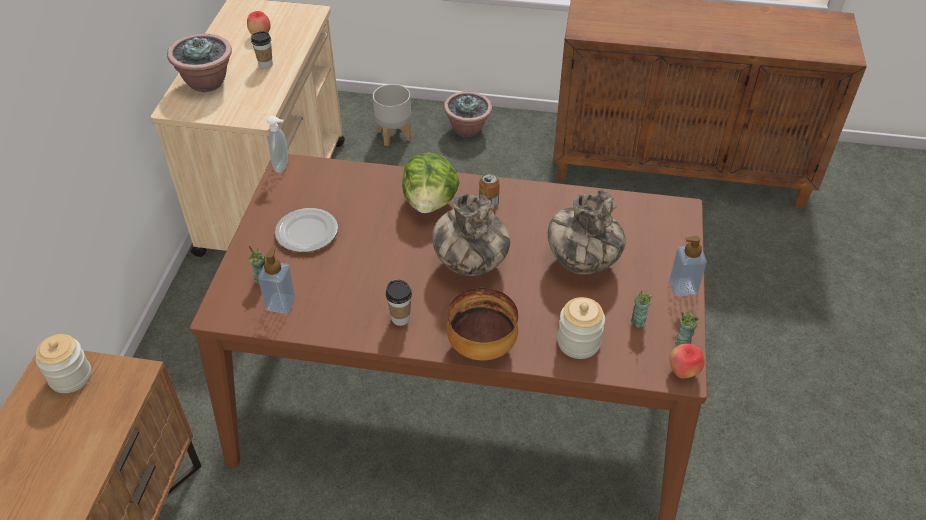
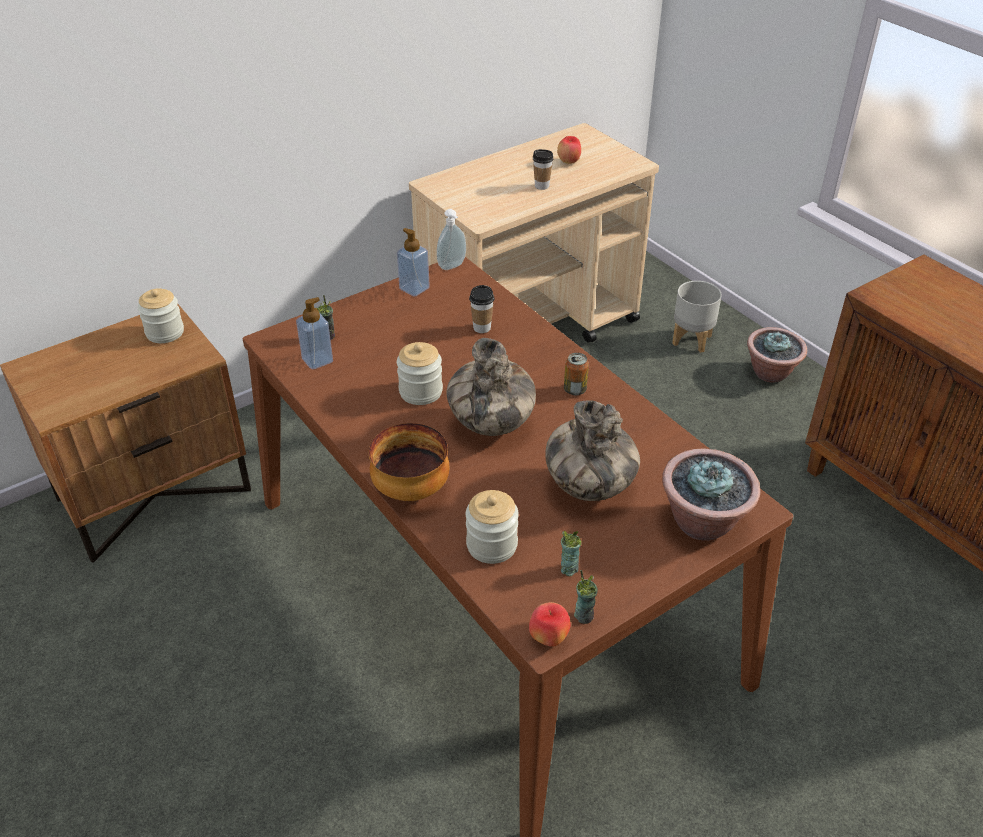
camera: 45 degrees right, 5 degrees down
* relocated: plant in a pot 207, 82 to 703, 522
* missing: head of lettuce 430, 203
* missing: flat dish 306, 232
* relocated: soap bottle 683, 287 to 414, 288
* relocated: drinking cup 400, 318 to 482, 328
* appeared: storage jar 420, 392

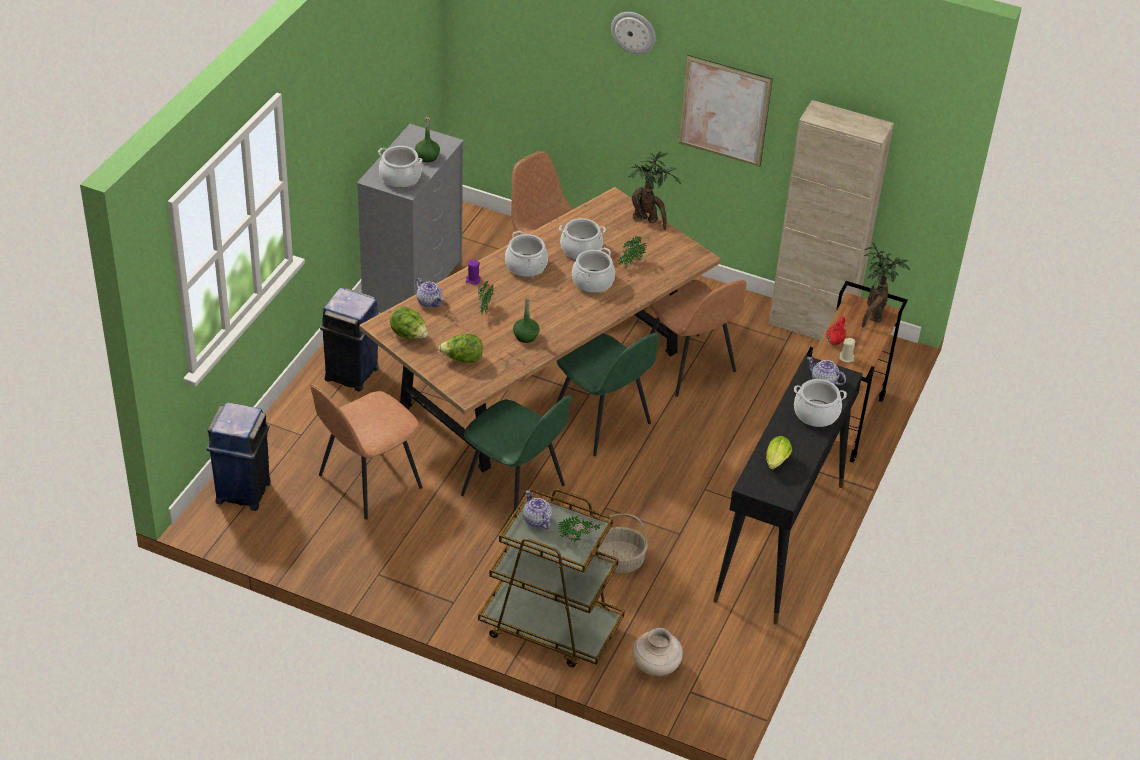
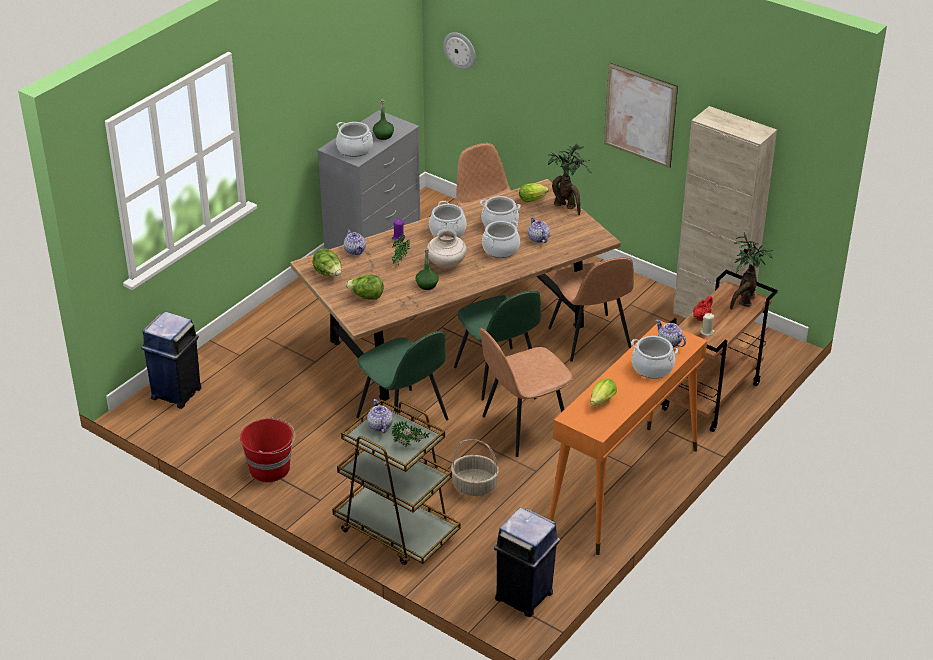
camera: 15 degrees right, 5 degrees down
* relocated: wall clock 634, 32 to 460, 50
* exchanged: plant in a pot 629, 264 to tea pot 538, 238
* relocated: waste bin in bluish 352, 374 to 525, 596
* colour: narrow table in black-coloured 779, 543 to narrow table in orangey 623, 489
* relocated: upright chair in brownish 367, 482 to 523, 427
* relocated: flower vase in sand-coloured 656, 666 to 446, 264
* appeared: head of lettuce 533, 199
* appeared: water bucket in red 270, 468

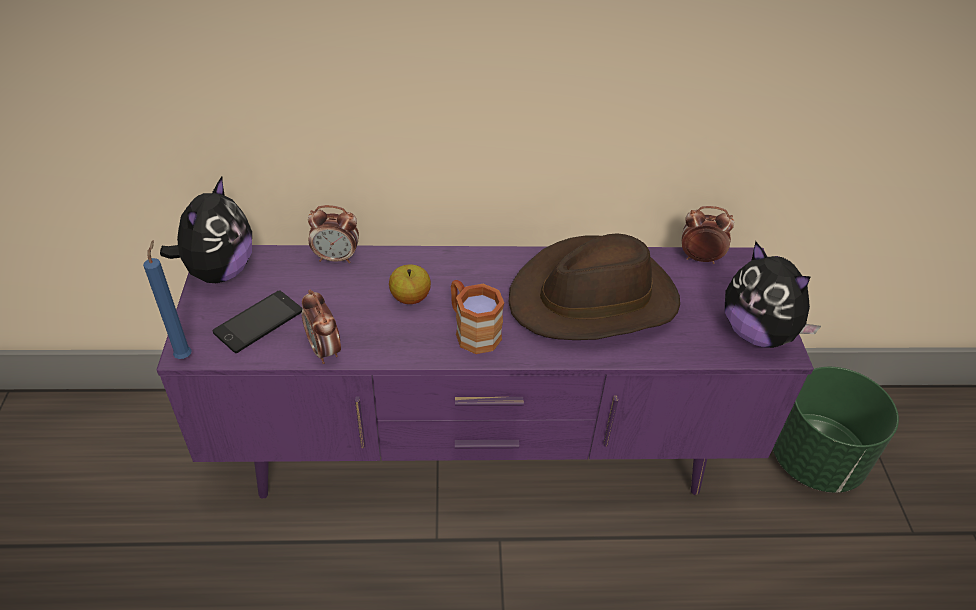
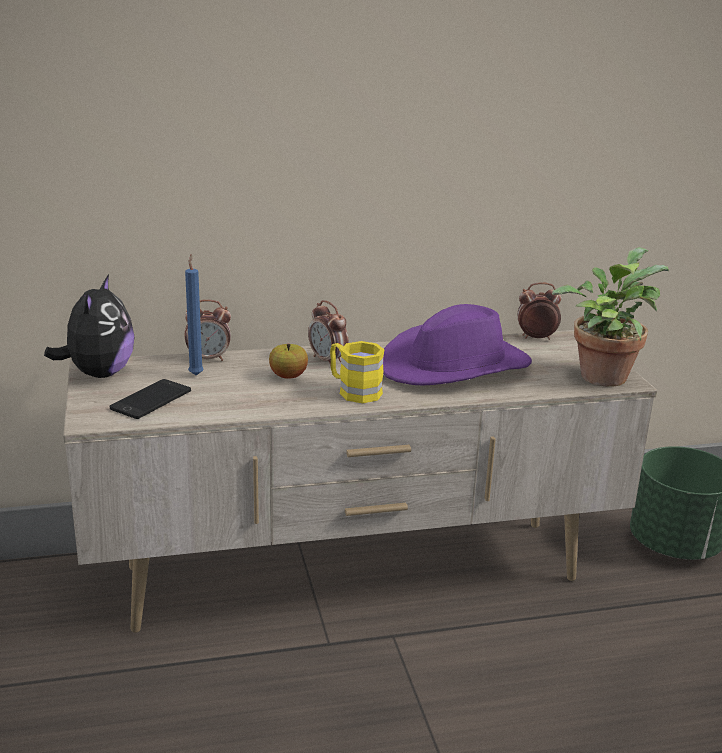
camera: 10 degrees left, 20 degrees down
* colour: wearable hat in brownish 594, 299 to wearable hat in purplish 454, 366
* relocated: wax light in bluish 185, 355 to 196, 374
* exchanged: soft toy 757, 333 to plant in a pot 603, 374
* colour: media console in purplish 480, 456 to media console in sand-coloured 353, 576
* colour: tea mug in brownish 472, 330 to tea mug in yellow 353, 390
* relocated: table clock 324, 350 to 328, 360

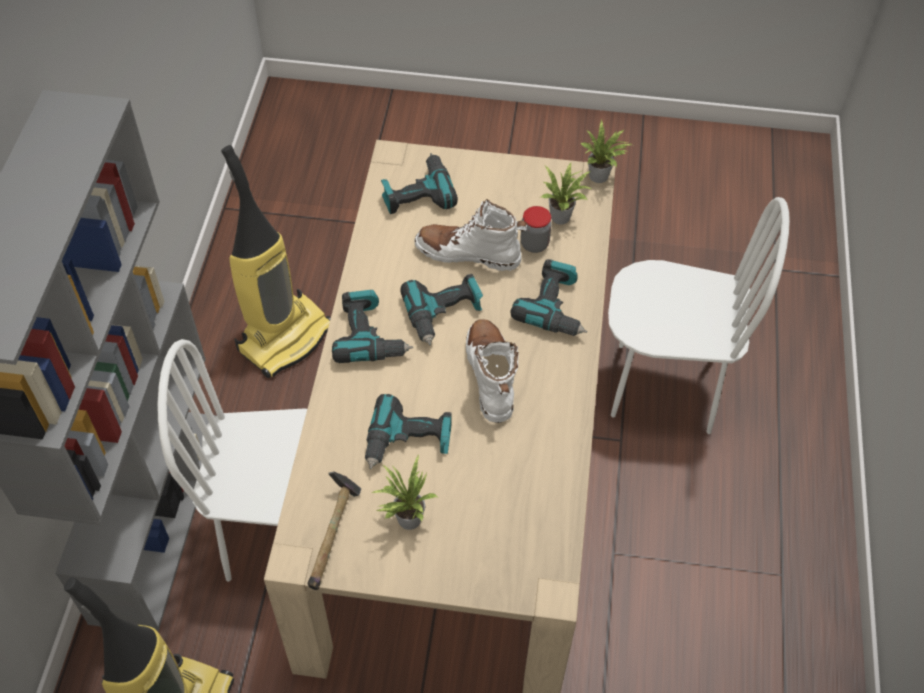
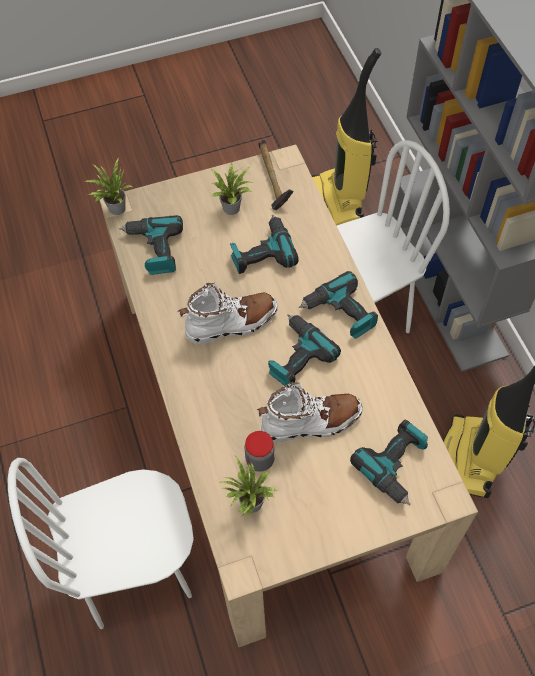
camera: 155 degrees right, 5 degrees up
* relocated: plant in a pot 601, 177 to 115, 208
* relocated: power drill 555, 307 to 154, 249
* spun: boot in whitish 491, 376 = 232, 323 75 degrees counterclockwise

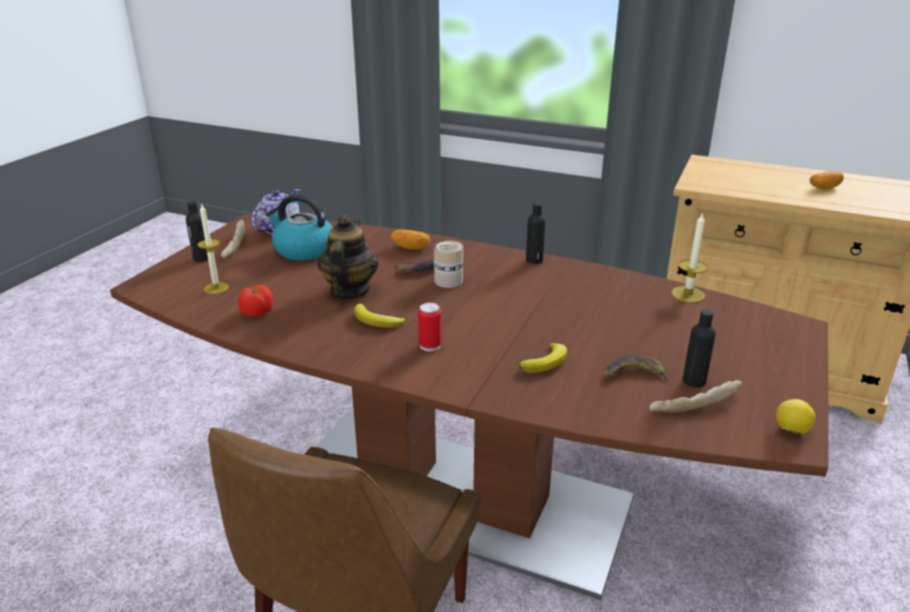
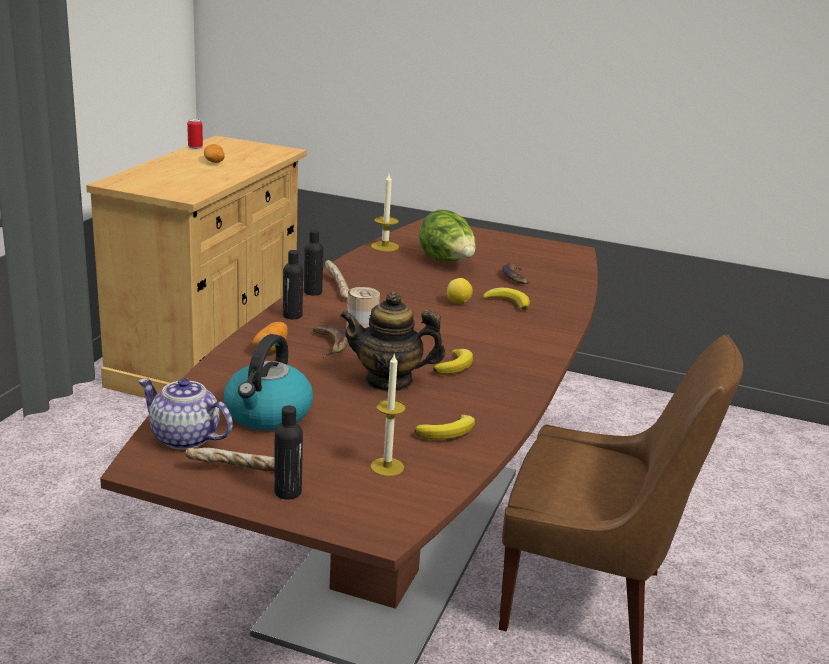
camera: 95 degrees left, 5 degrees down
* exchanged: whole tomato 256, 312 to banana fruit 448, 432
* relocated: metal can 430, 345 to 195, 148
* relocated: drink bottle in black-coloured 694, 381 to 292, 315
* relocated: baked bread 693, 404 to 336, 287
* relocated: lemon 791, 430 to 458, 303
* appeared: head of lettuce 447, 262

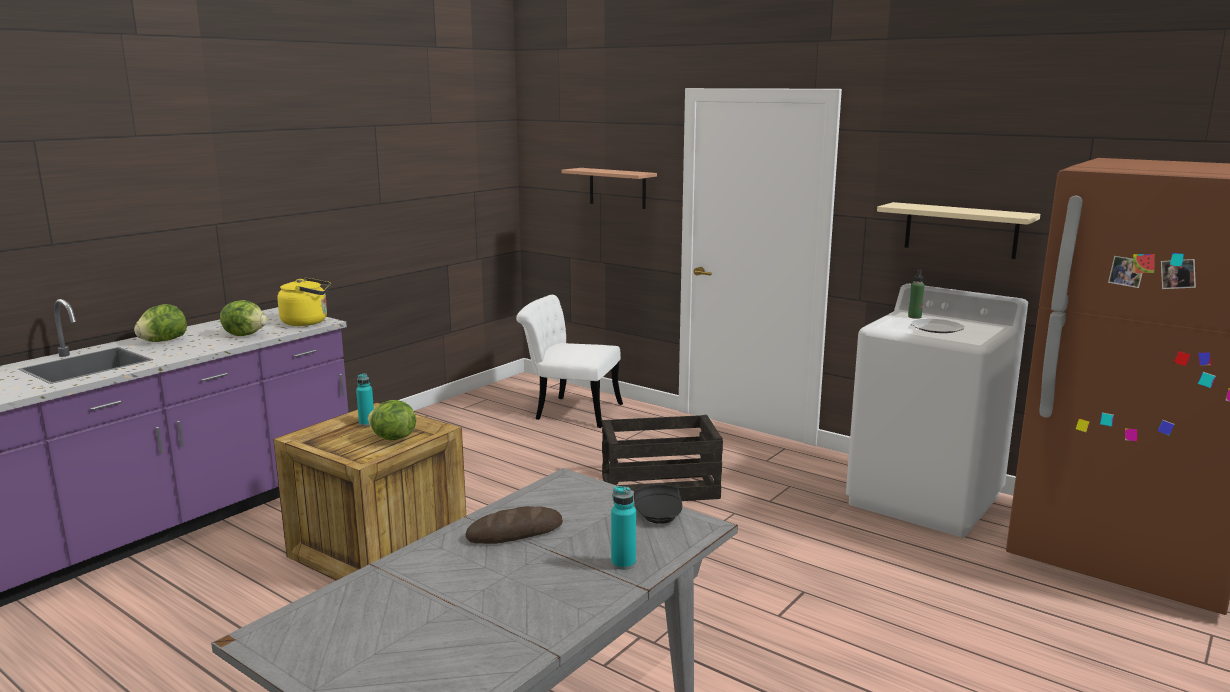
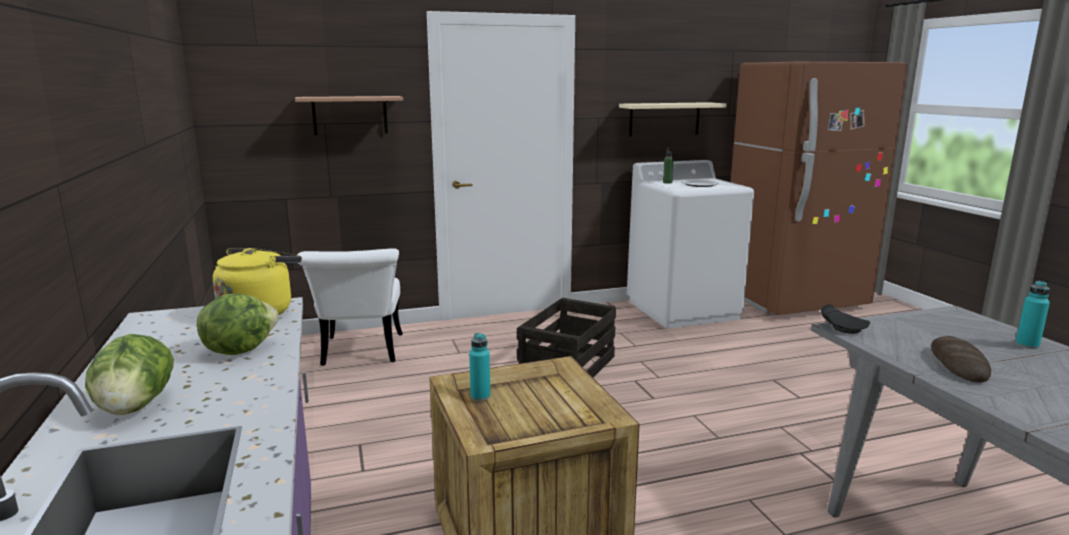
camera: 55 degrees left, 0 degrees up
* spun: upright chair in whitish 569, 411 = 361, 354 60 degrees counterclockwise
* missing: head of lettuce 392, 438
* relocated: flat dish in black-coloured 659, 514 to 842, 328

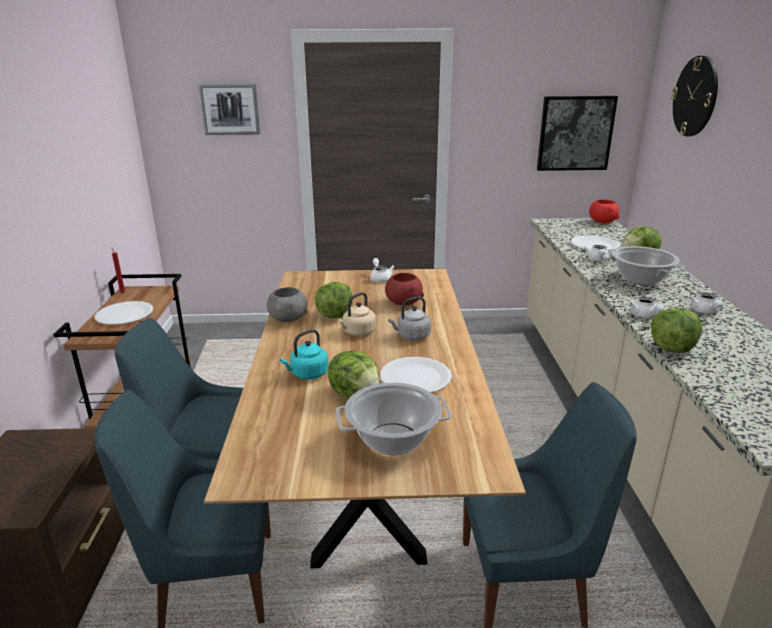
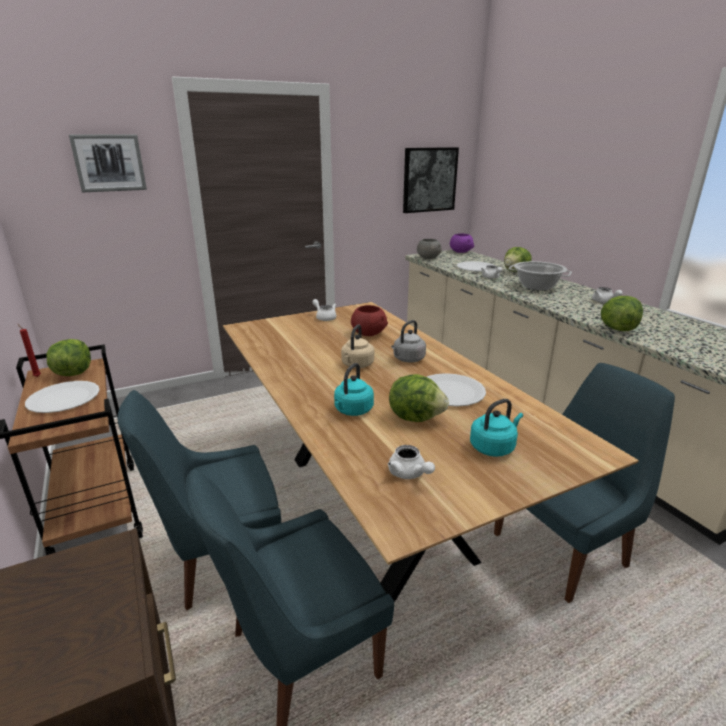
camera: 25 degrees left, 0 degrees up
* missing: wall clock 695, 96
* colour: deep dish in red 602, 222 to deep dish in purplish 460, 252
* relocated: head of lettuce 334, 315 to 73, 373
* relocated: deep dish in gray 288, 319 to 428, 258
* relocated: tea pot in whitish 644, 316 to 409, 474
* exchanged: saucepot 393, 439 to water kettle in turquoise-coloured 493, 447

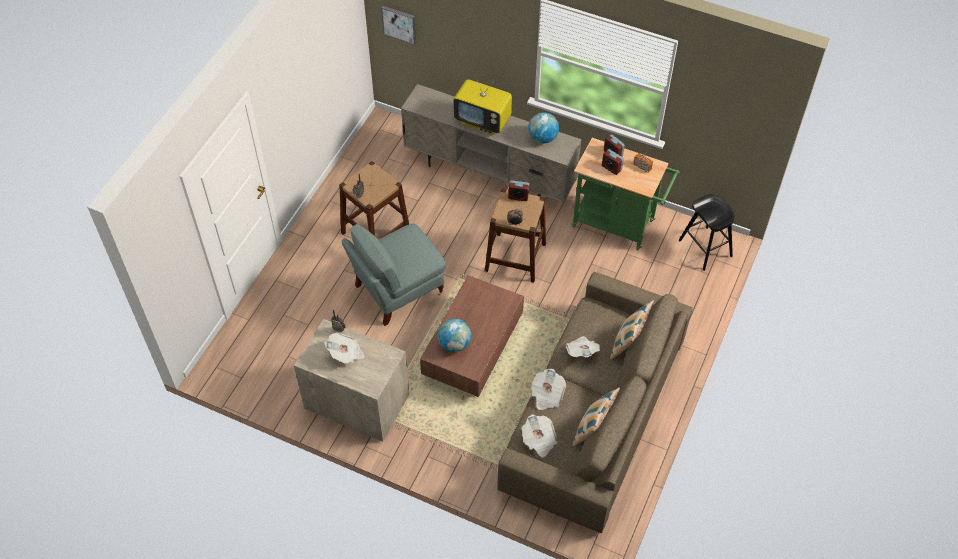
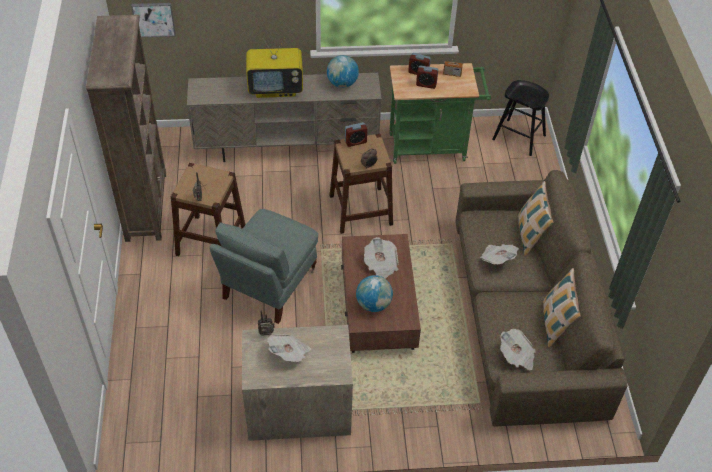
camera: 30 degrees left, 5 degrees down
* relocated: printed paper 547, 395 to 381, 265
* appeared: shelving unit in brownish 146, 206

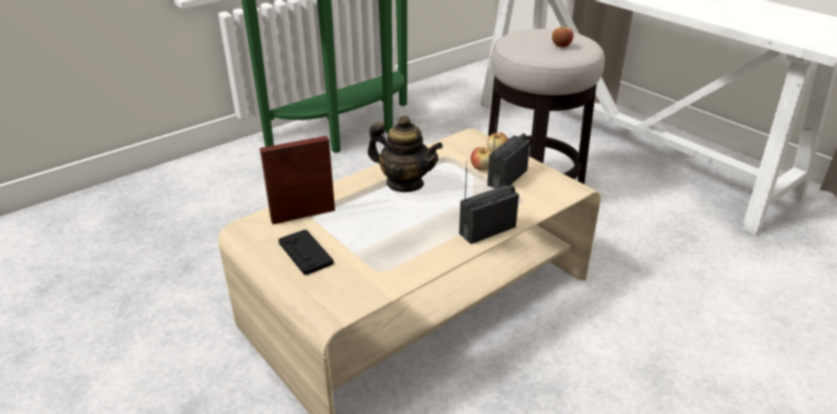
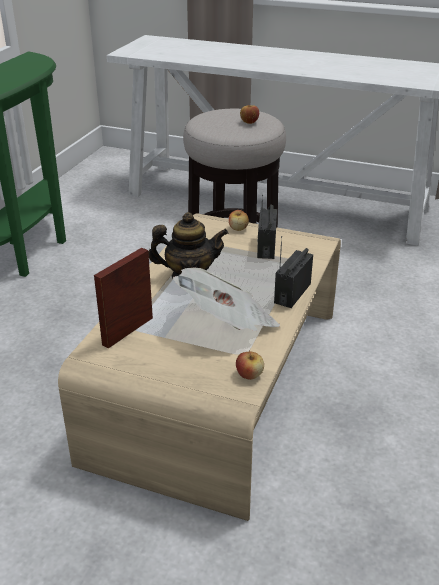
camera: 30 degrees left, 0 degrees up
* relocated: apple 481, 168 to 249, 375
* missing: game controller in black-coloured 305, 253
* appeared: printed paper 227, 322

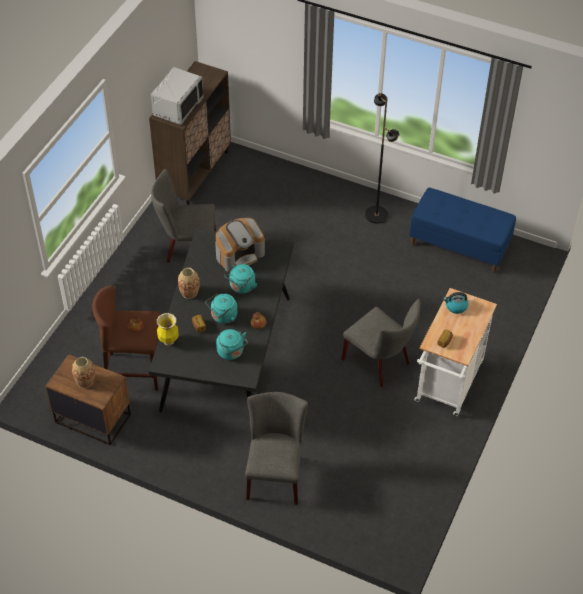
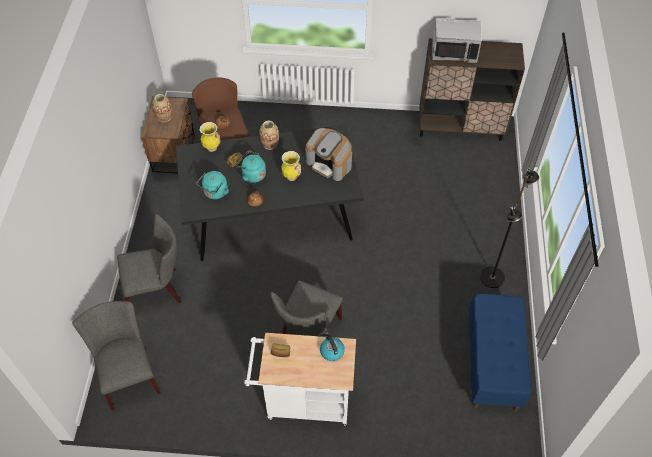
camera: 70 degrees right, 5 degrees up
* relocated: upright chair in gray 187, 248 to 128, 374
* exchanged: water kettle in turquoise-coloured 241, 287 to flower vase 291, 176

